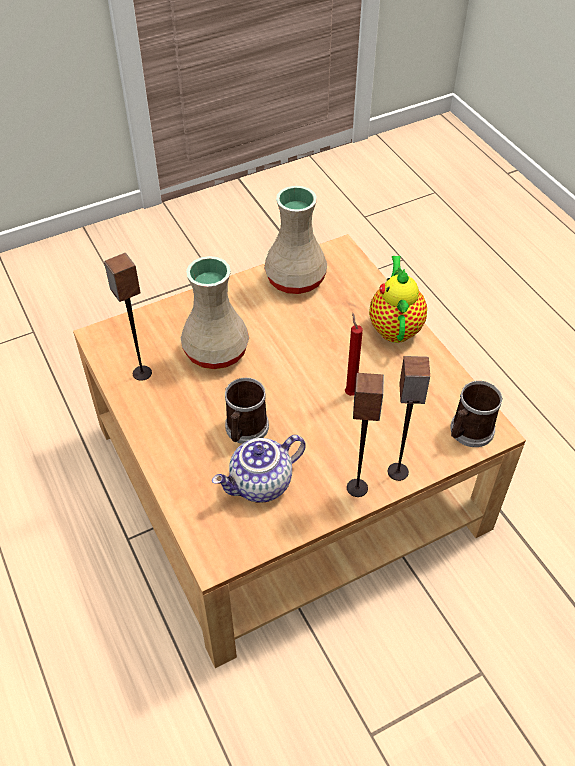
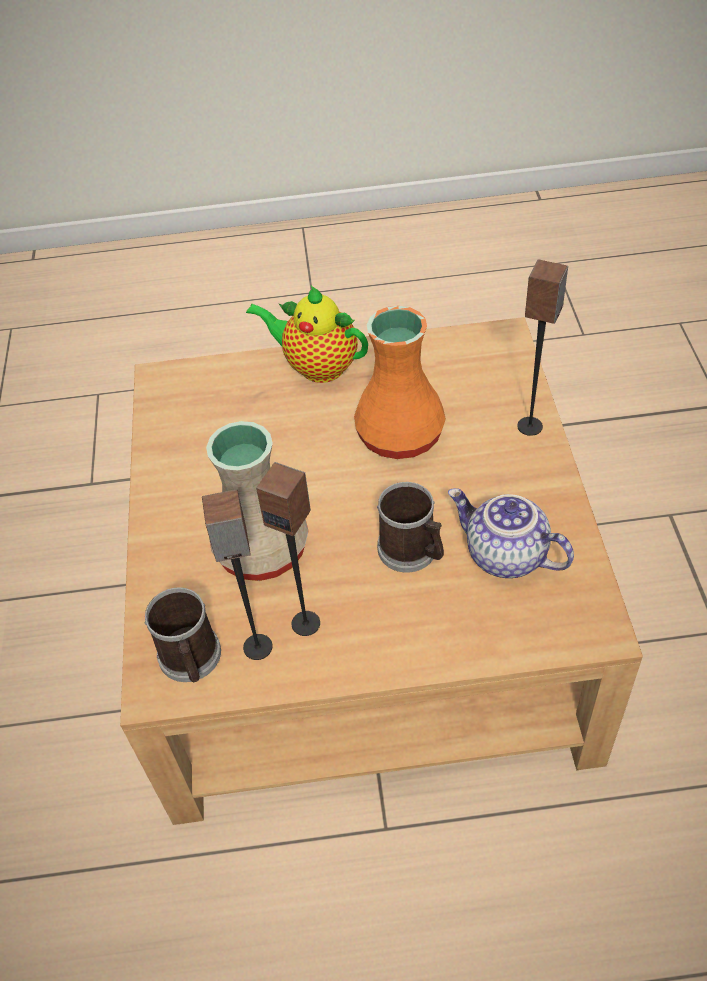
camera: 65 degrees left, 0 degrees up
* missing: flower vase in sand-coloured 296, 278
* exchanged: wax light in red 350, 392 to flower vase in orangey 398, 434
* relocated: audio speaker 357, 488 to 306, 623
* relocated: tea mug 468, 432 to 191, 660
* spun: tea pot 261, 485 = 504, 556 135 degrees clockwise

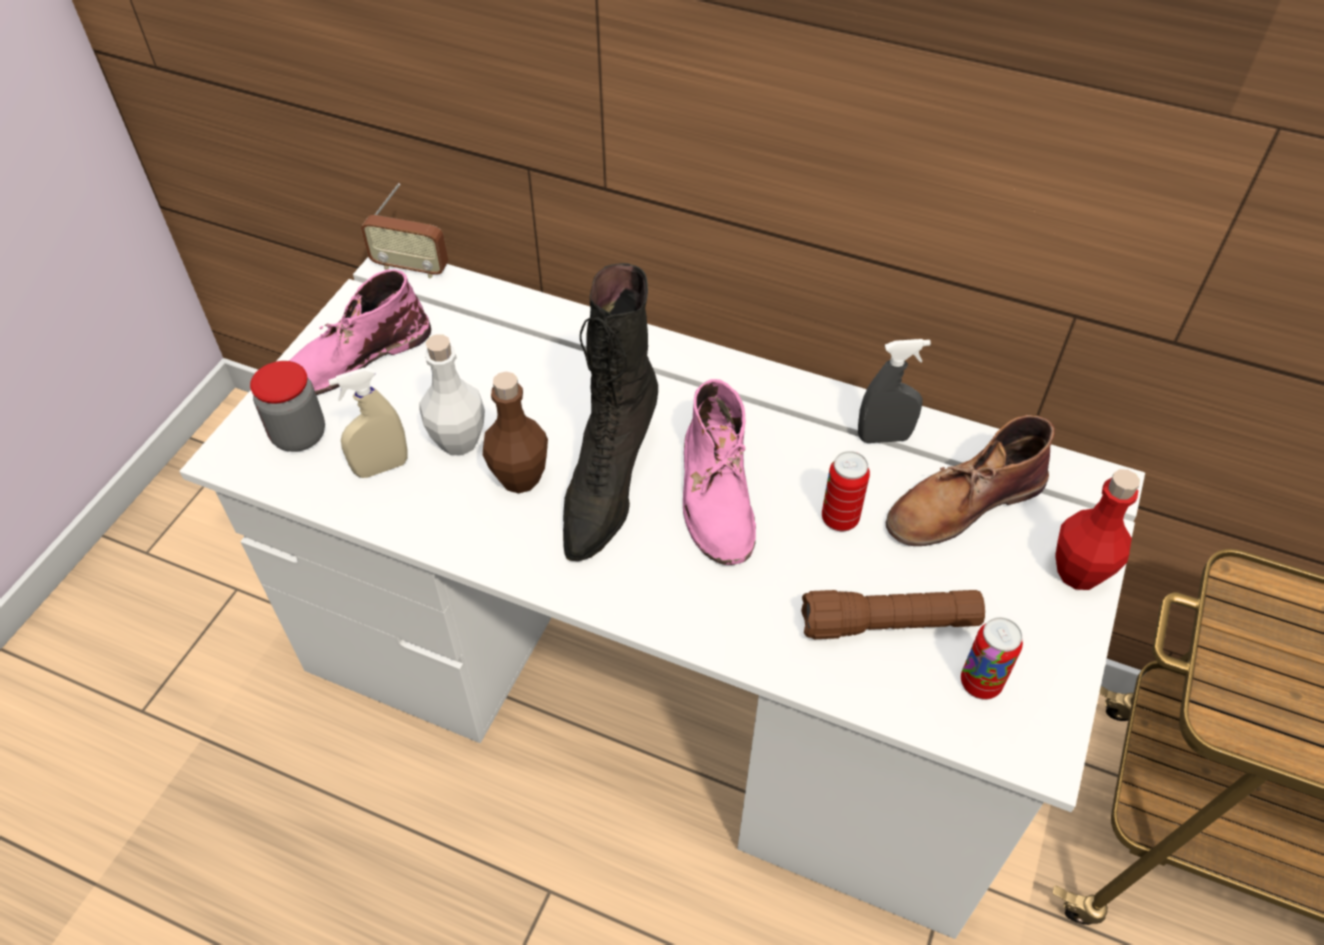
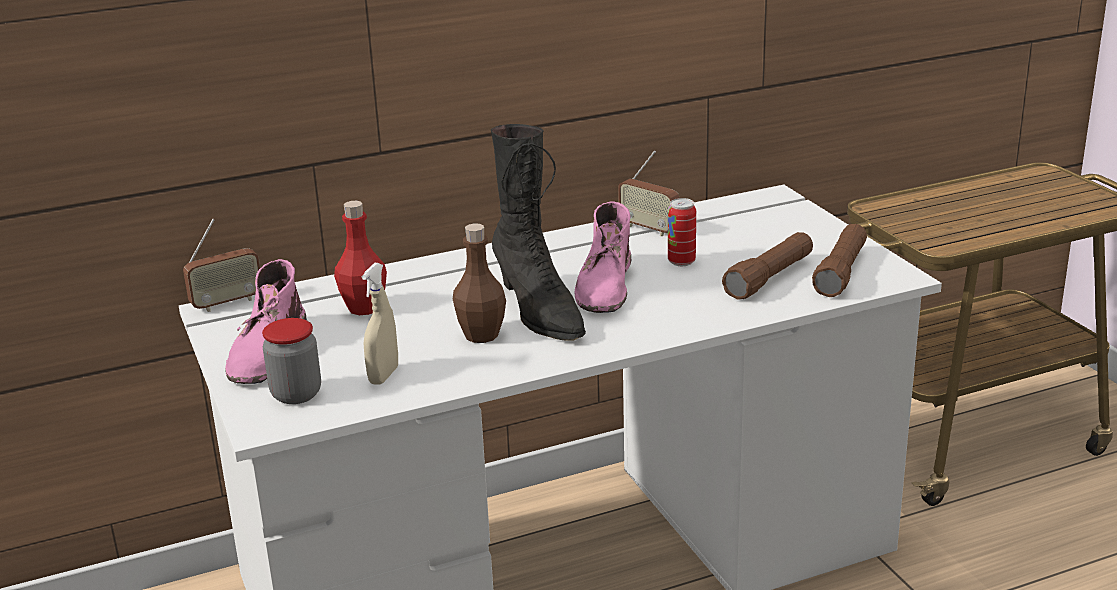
camera: 45 degrees left, 25 degrees down
* missing: drink bottle in whitish 458, 441
* exchanged: hand sprayer in gray 884, 437 to radio 649, 228
* spun: boot in pink-coloured 717, 495 = 605, 285 60 degrees clockwise
* missing: boot in brownish 963, 503
* relocated: drink bottle in red 1078, 573 to 364, 308
* exchanged: metal can 980, 683 to torch in brownish 841, 272

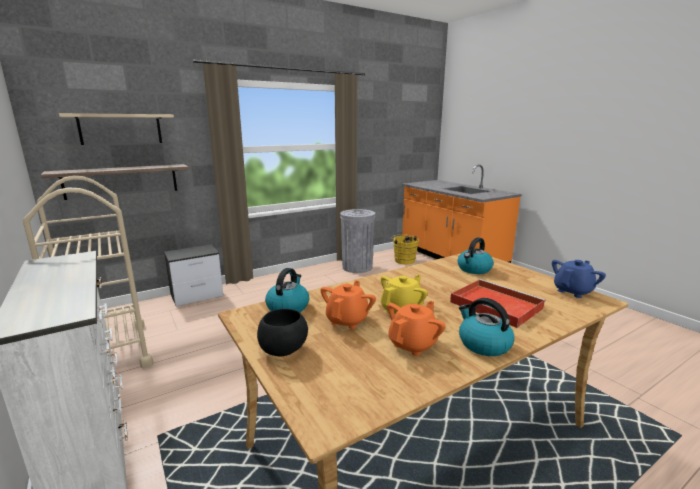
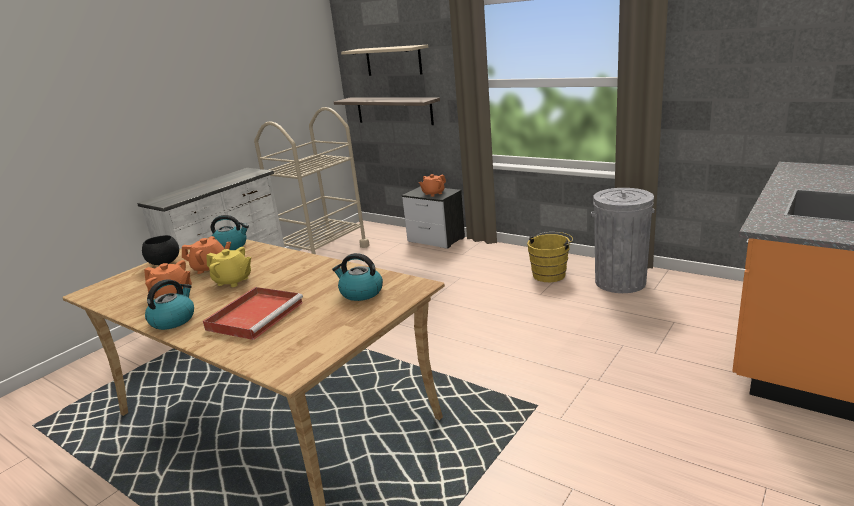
camera: 70 degrees right, 5 degrees up
* relocated: water bucket in yellow 404, 260 to 550, 274
* missing: tea pot in bluish 573, 291
* appeared: tea pot in orangey 433, 193

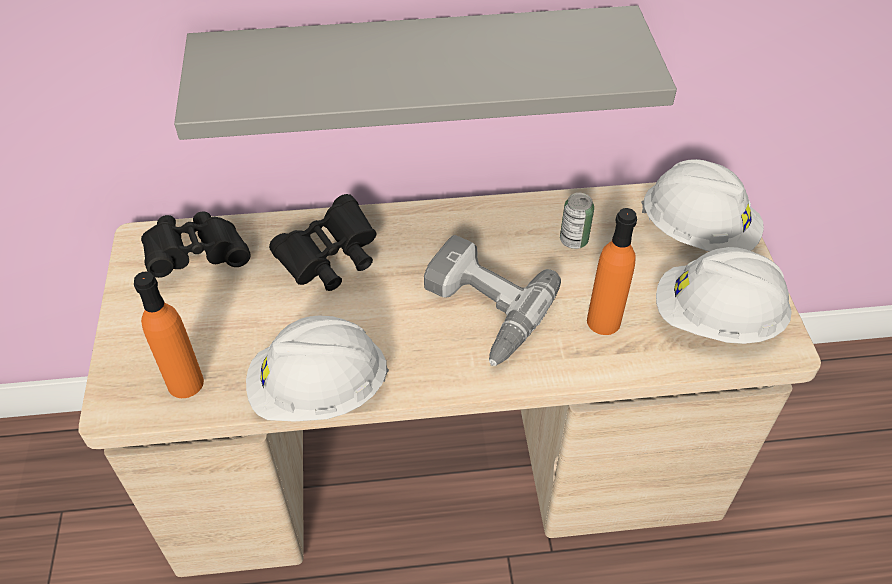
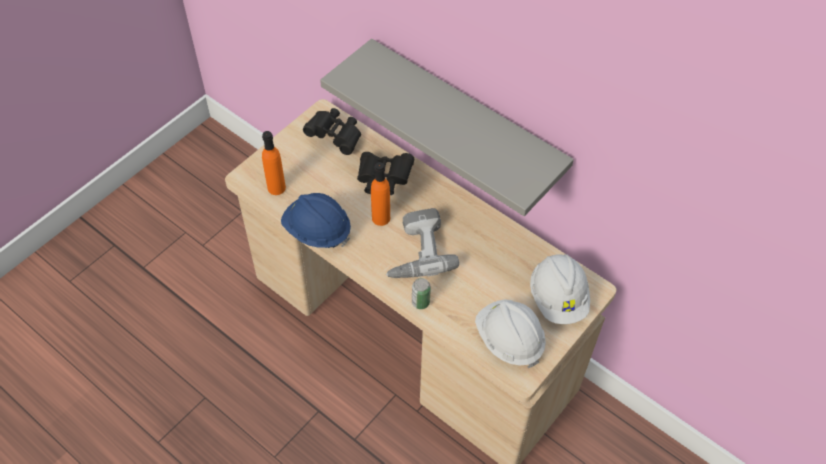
camera: 45 degrees right, 5 degrees up
* relocated: metal can 573, 240 to 420, 302
* relocated: drink bottle in orangey 603, 321 to 381, 218
* colour: work helmet in whitish 319, 392 to work helmet in bluish 317, 231

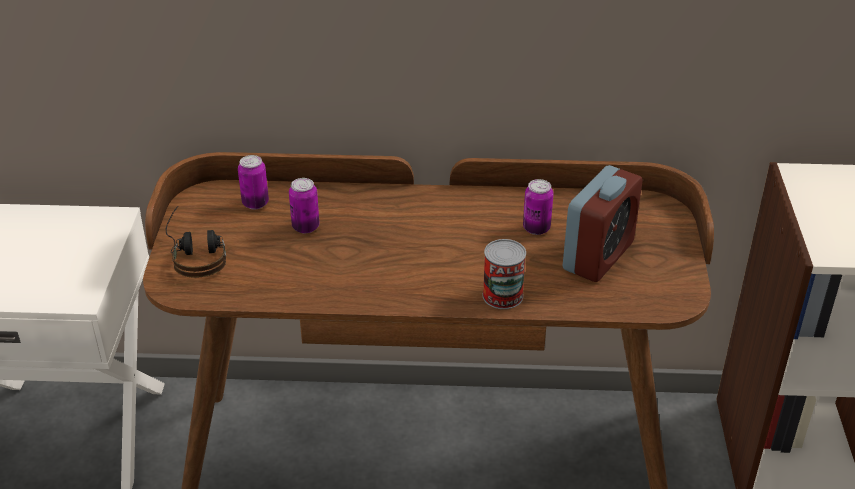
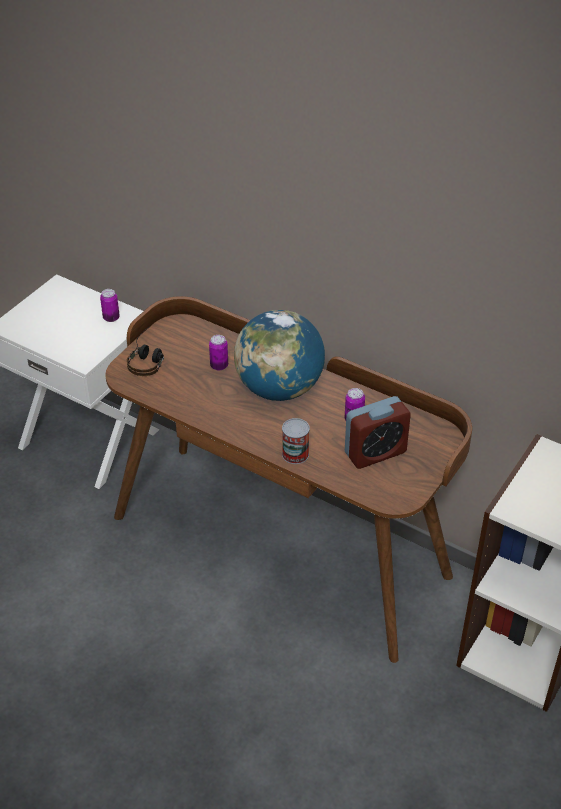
camera: 30 degrees right, 5 degrees up
* relocated: metal can 255, 203 to 111, 318
* appeared: globe 279, 389

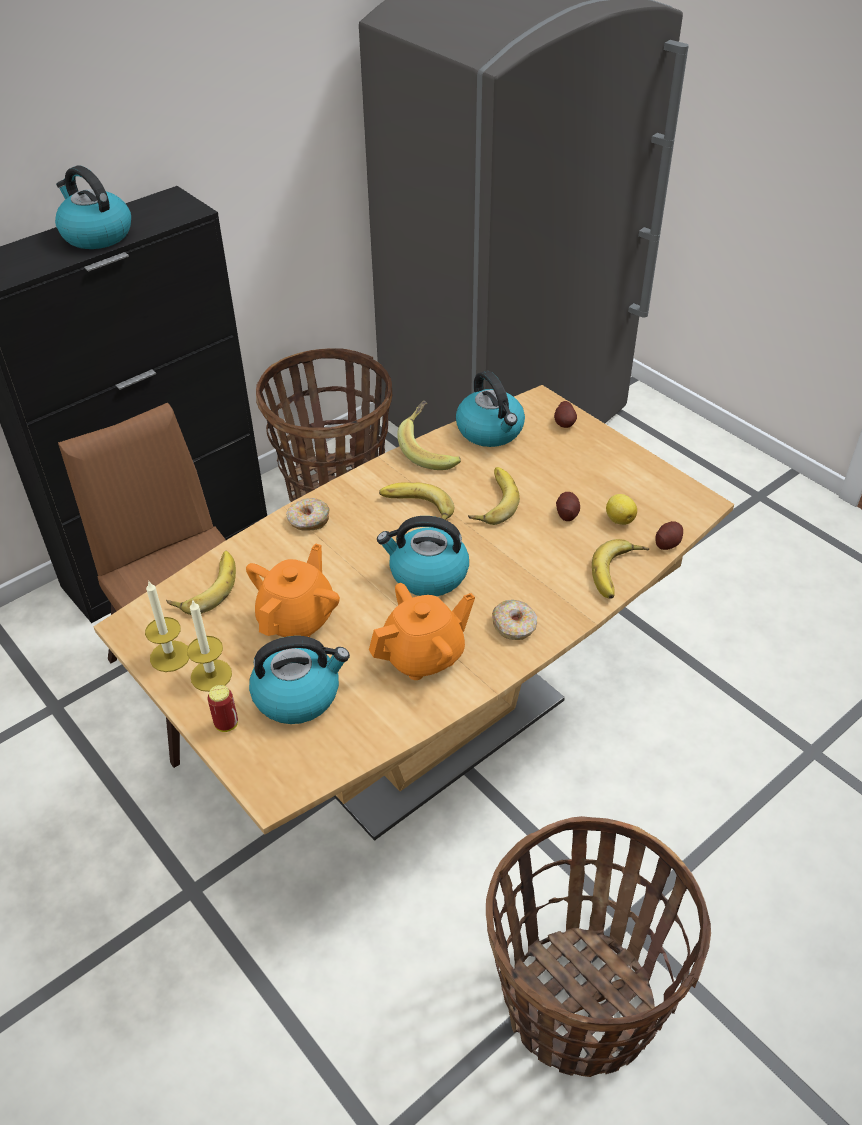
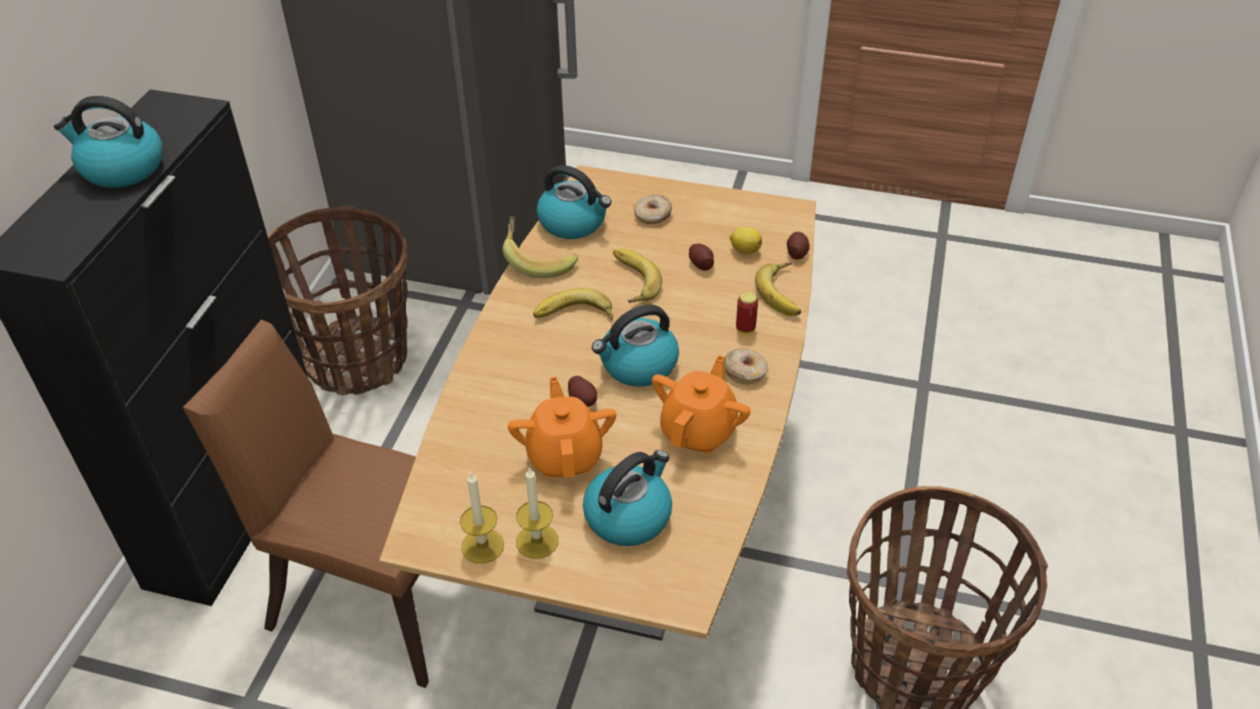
camera: 35 degrees left, 0 degrees up
* relocated: whole potato 565, 423 to 583, 400
* relocated: doughnut 308, 520 to 652, 215
* missing: banana fruit 205, 586
* relocated: metal can 226, 724 to 745, 329

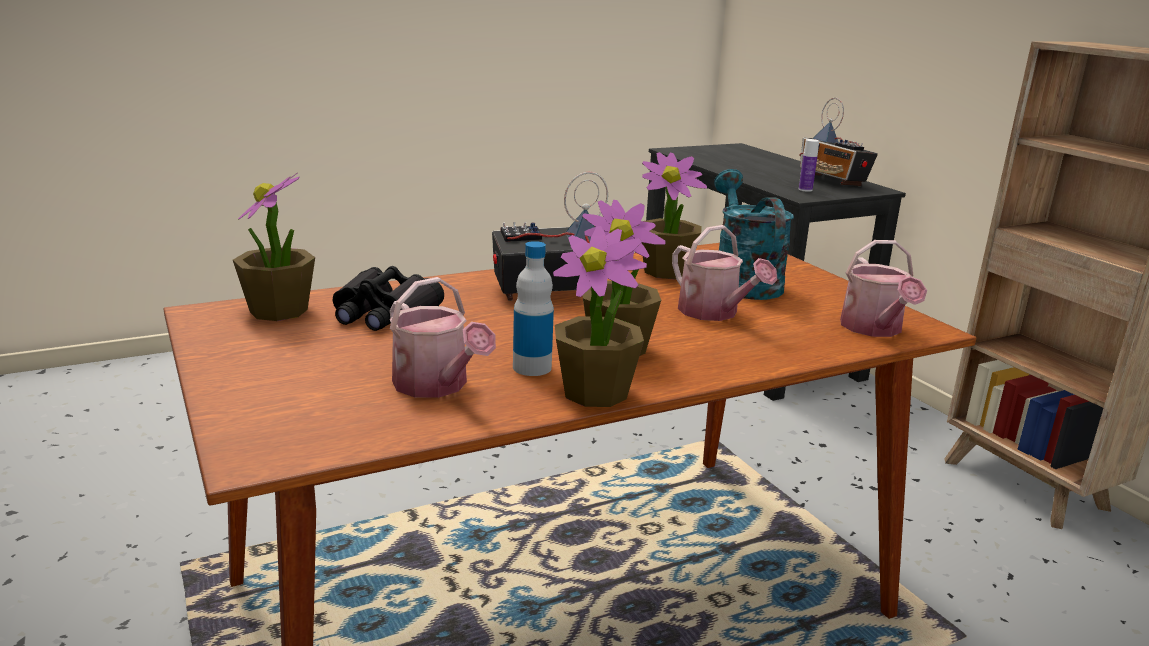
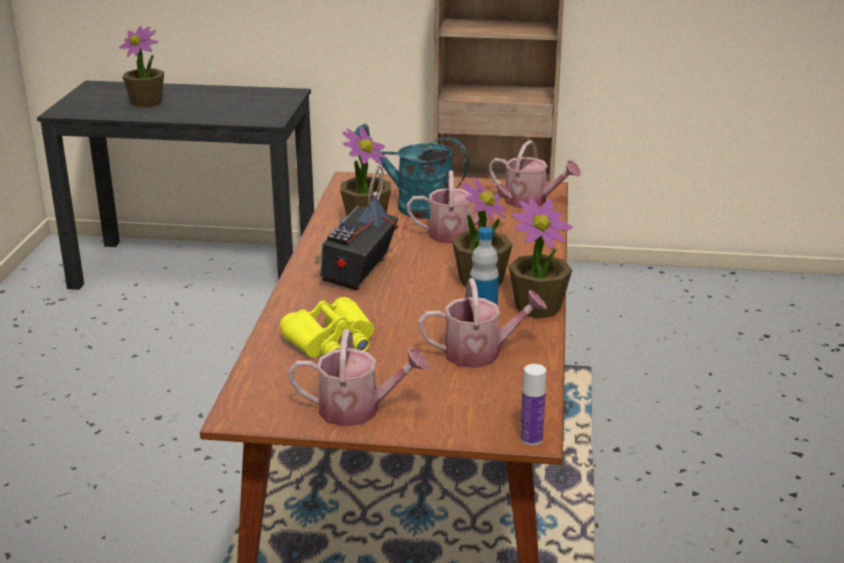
camera: 55 degrees left, 5 degrees up
* missing: radio 832, 181
* relocated: drink bottle 805, 189 to 531, 439
* relocated: plant in a pot 279, 311 to 147, 103
* colour: field glasses in black-coloured 383, 314 to field glasses in yellow 331, 342
* appeared: watering pot 358, 410

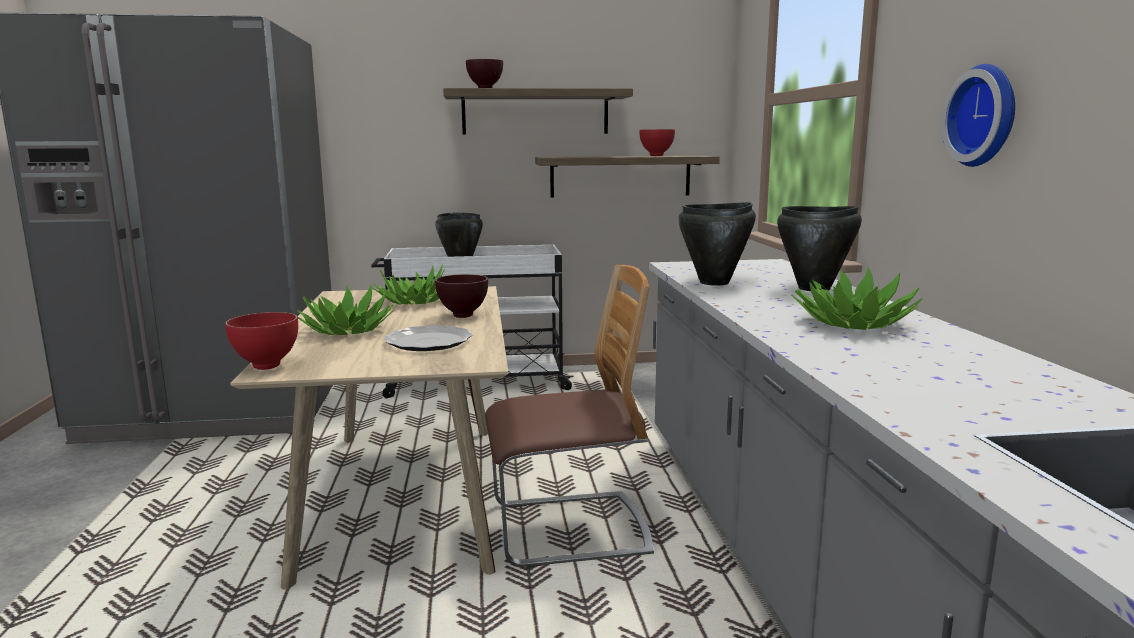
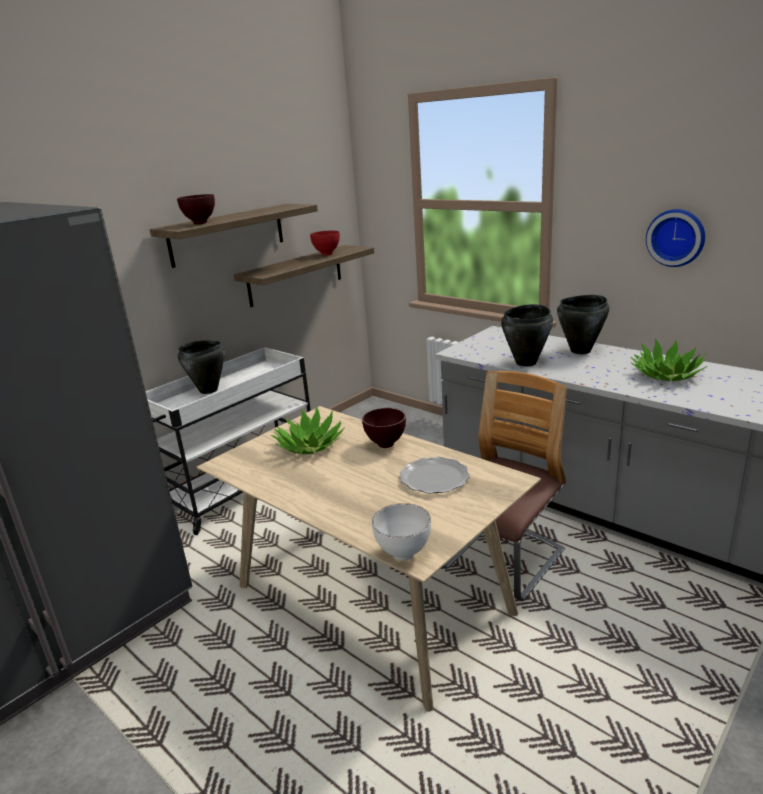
camera: 40 degrees left, 10 degrees up
* missing: plant in a pot 347, 330
* colour: deep dish in red 266, 367 to deep dish in whitish 405, 555

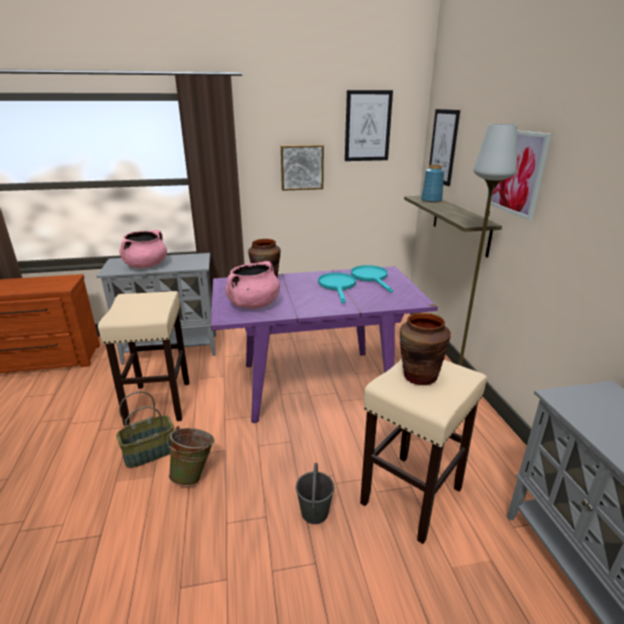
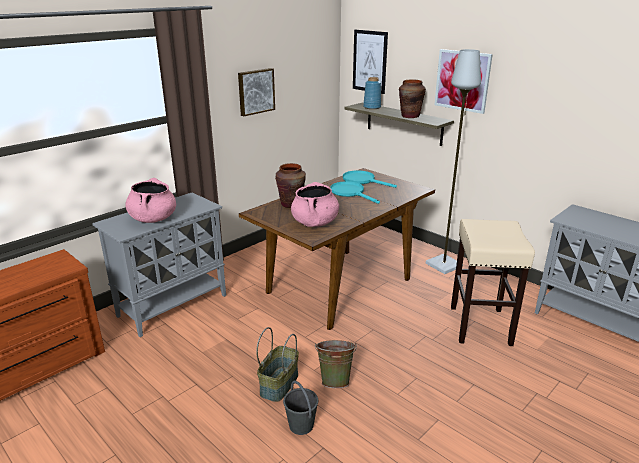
camera: 35 degrees left, 0 degrees up
* missing: wall art 368, 126
* colour: dining table in purplish 316, 383 to dining table in brownish 340, 285
* missing: stool seat in sand-coloured 159, 402
* relocated: flower vase in brownish 419, 376 to 410, 116
* relocated: water bucket in gray 314, 512 to 301, 425

